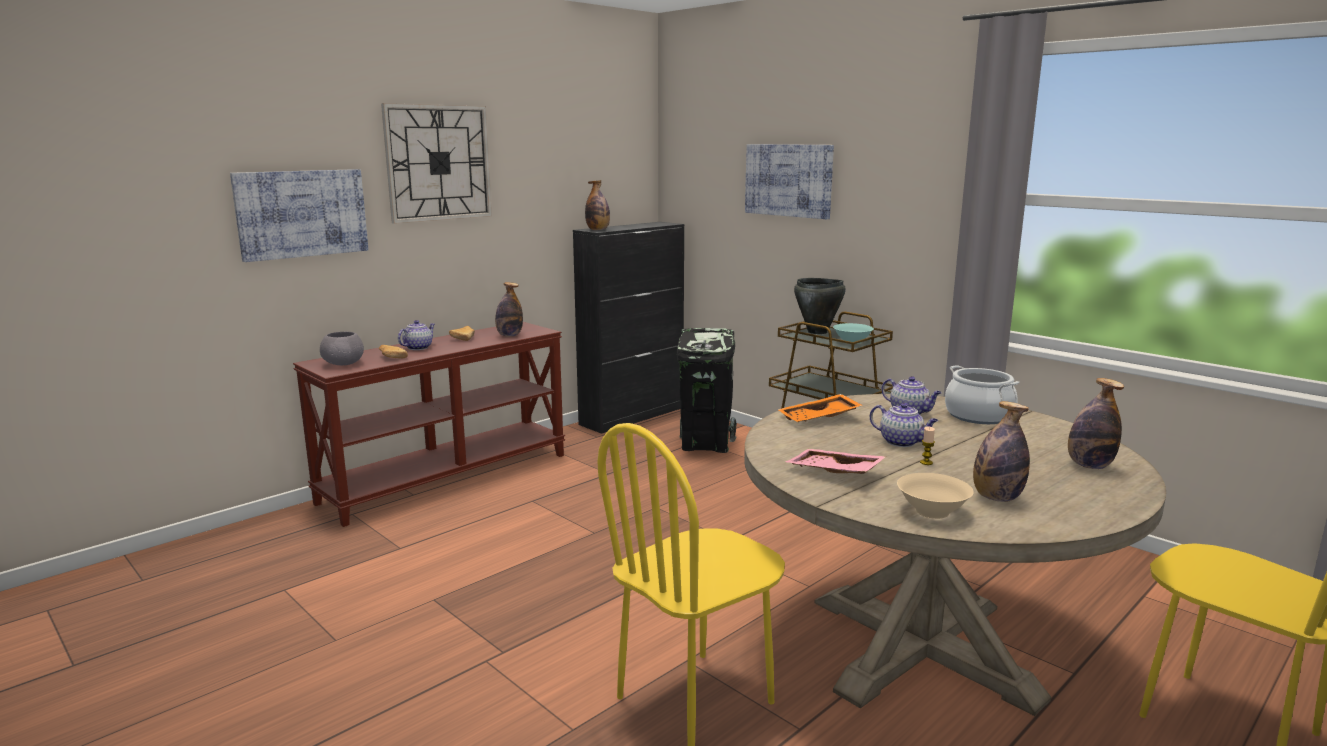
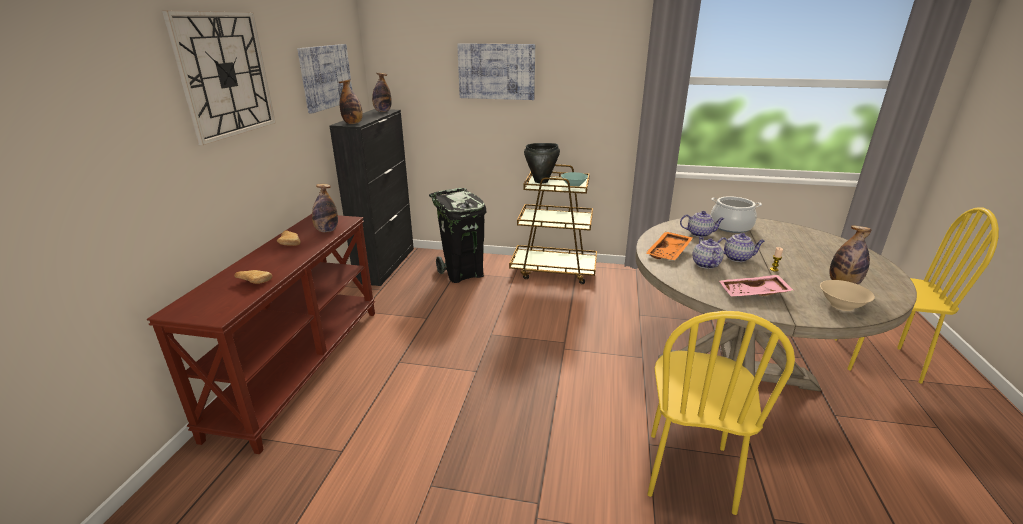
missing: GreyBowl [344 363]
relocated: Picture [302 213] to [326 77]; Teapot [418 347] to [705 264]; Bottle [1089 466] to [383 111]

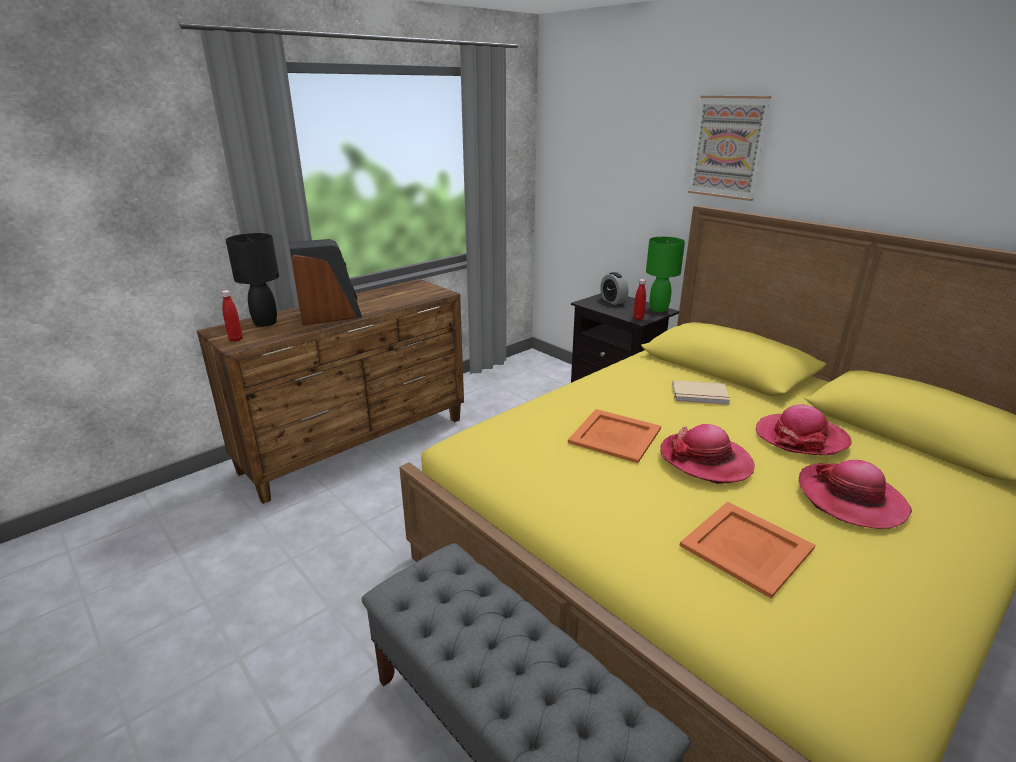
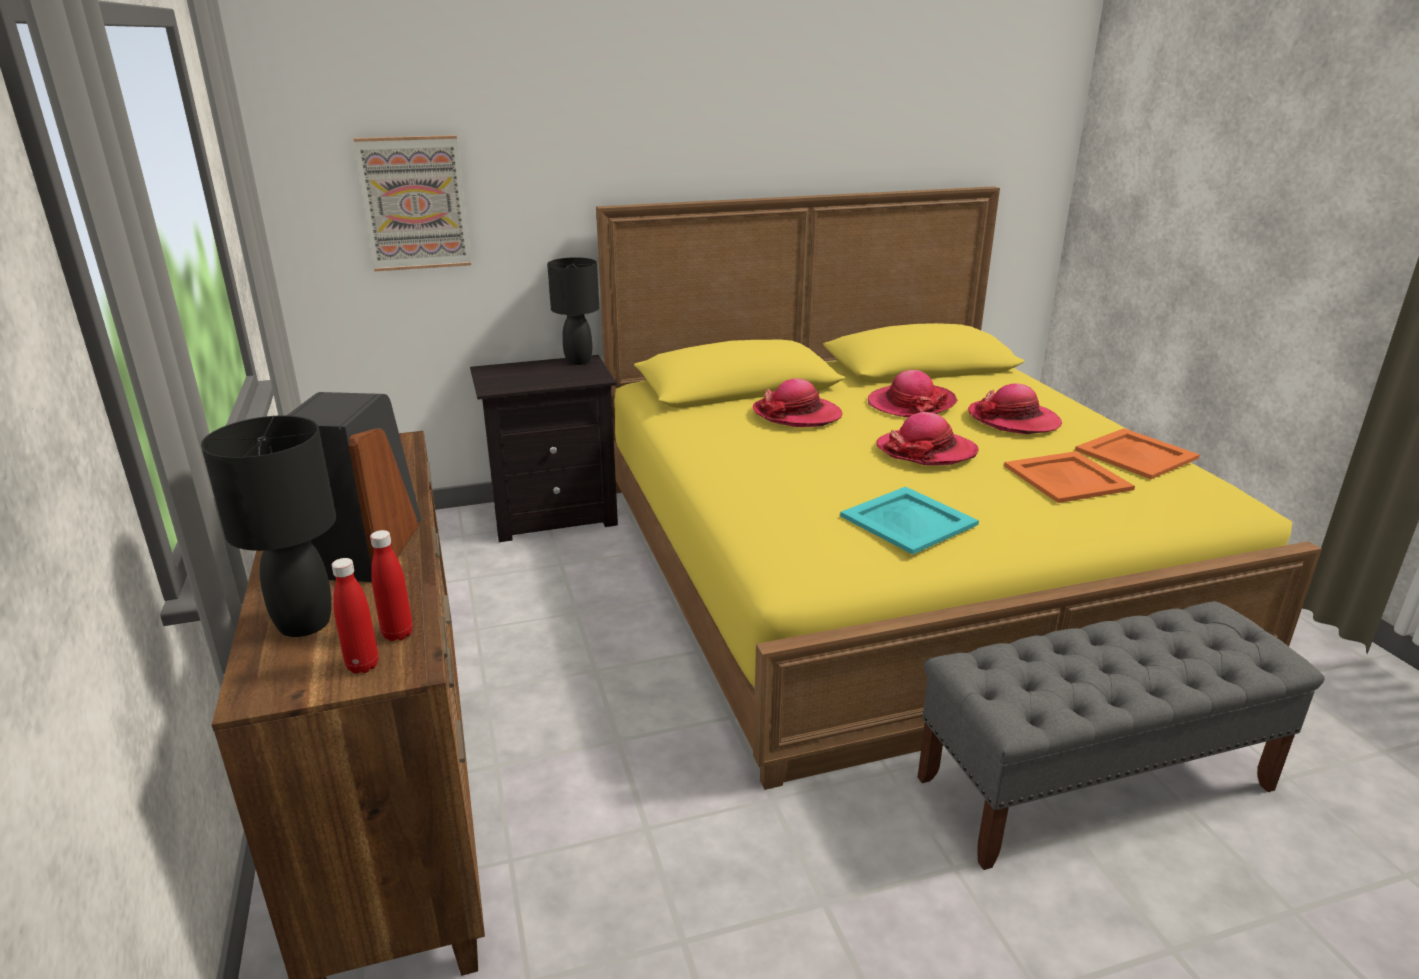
missing: AlarmClock [613 301]
appeared: TurquoiseTray [908 520]
relocated: OrangeTray [614 435] to [1135 454]; RedBottle [638 318] to [397 634]; Picture [727 147] to [414 203]
exchanged: BeigeBook [700 395] to Hat [797 414]
colour: GreenTableLamp [658 309] to BlackTableLamp [578 361]

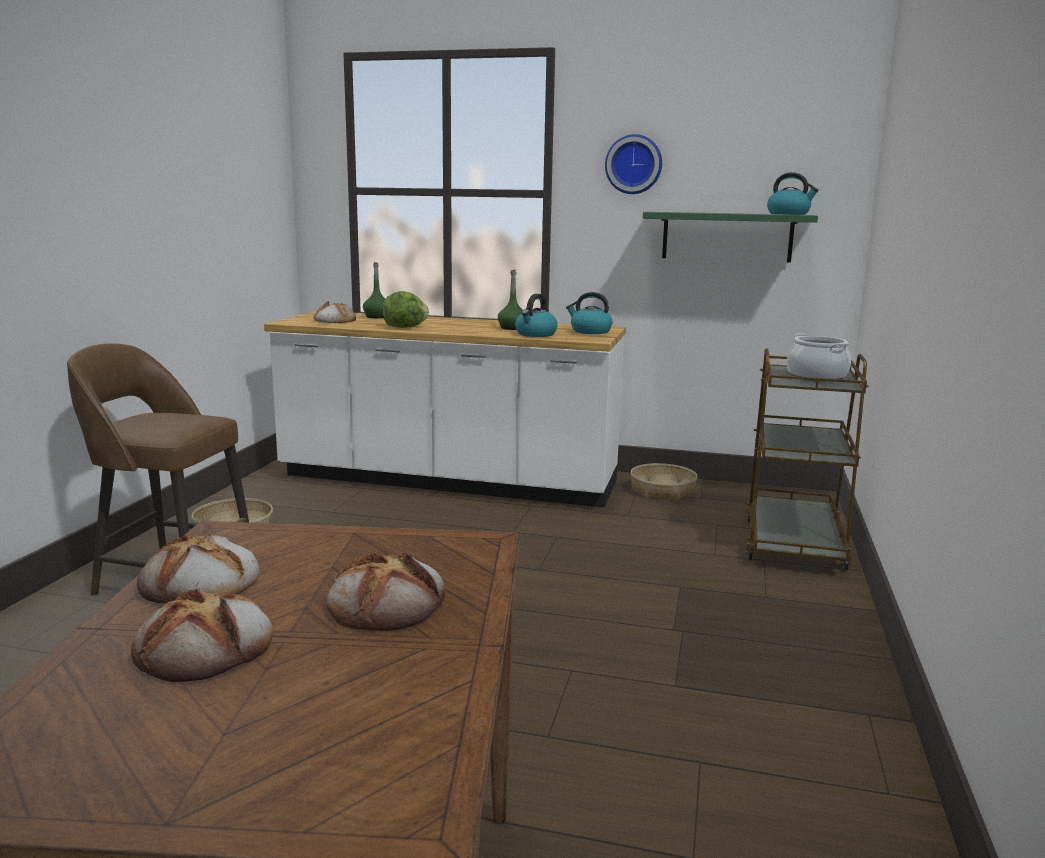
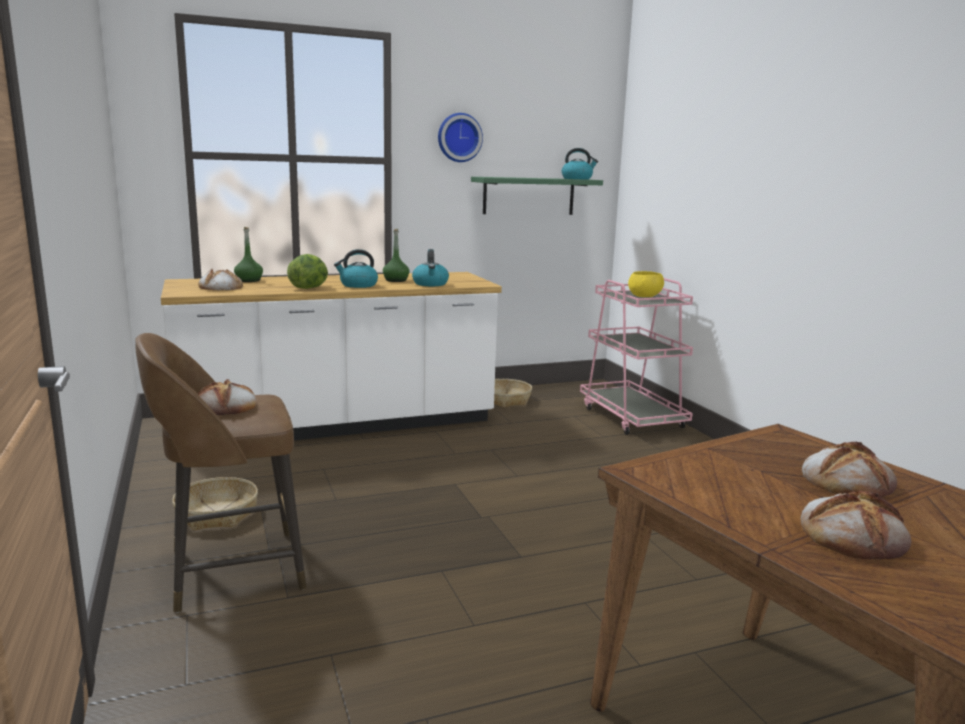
relocated: Bread [200 584] to [227 407]; Kettle [590 331] to [358 285]
exchanged: CookingPot [816 377] to YellowBowl [645 297]
colour: BrownCart [793 542] to PinkCart [632 417]

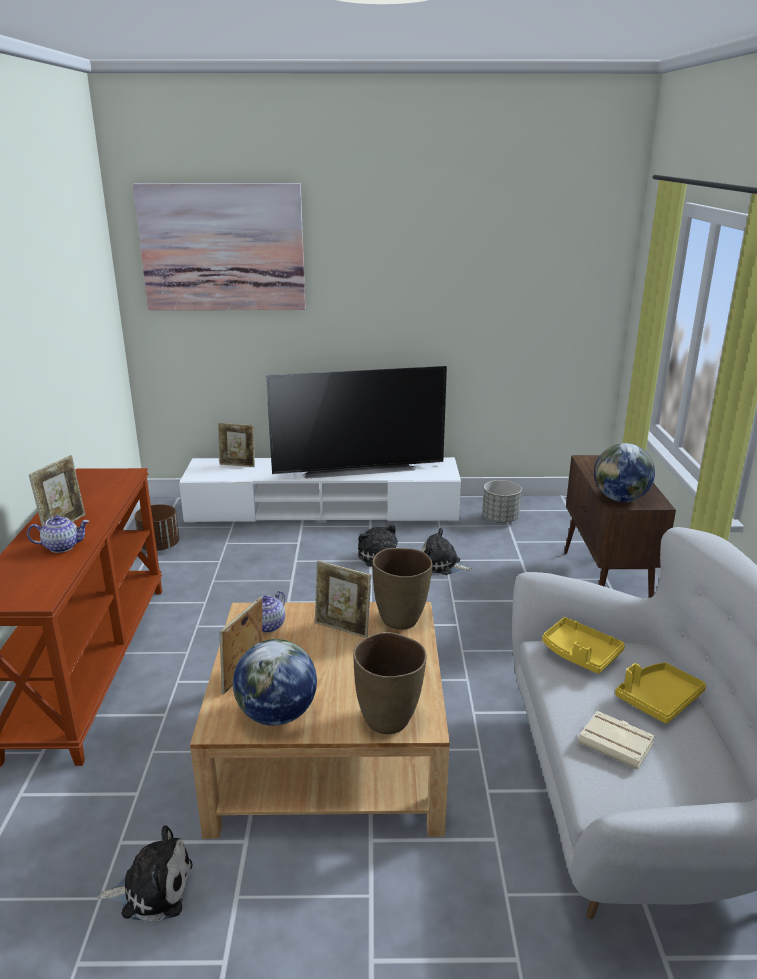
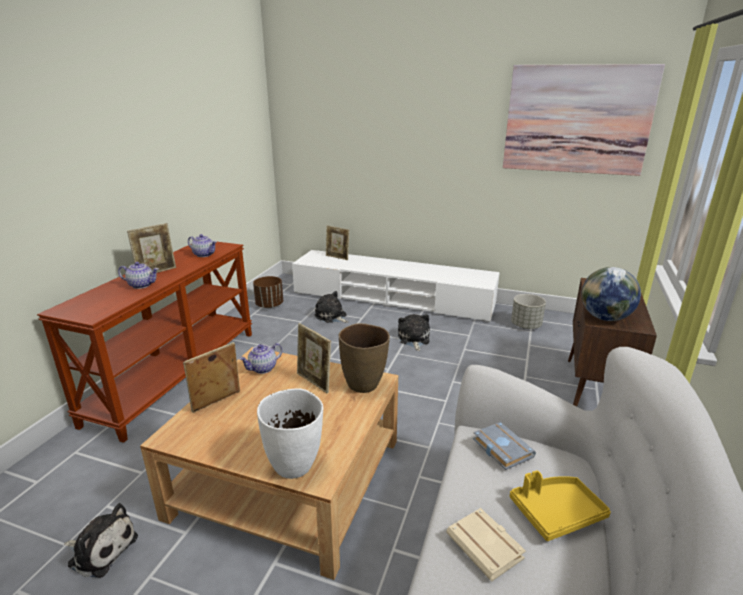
missing: Globe [276 715]; Television [358 468]
appeared: Teapot [204 254]
relocated: Picture [222 248] to [576 120]; PlushToy [442 565] to [331 316]
exchanged: YellowTray [580 654] to GreyBook [500 448]
colour: BrownVase [389 720] to WhiteVase [295 465]

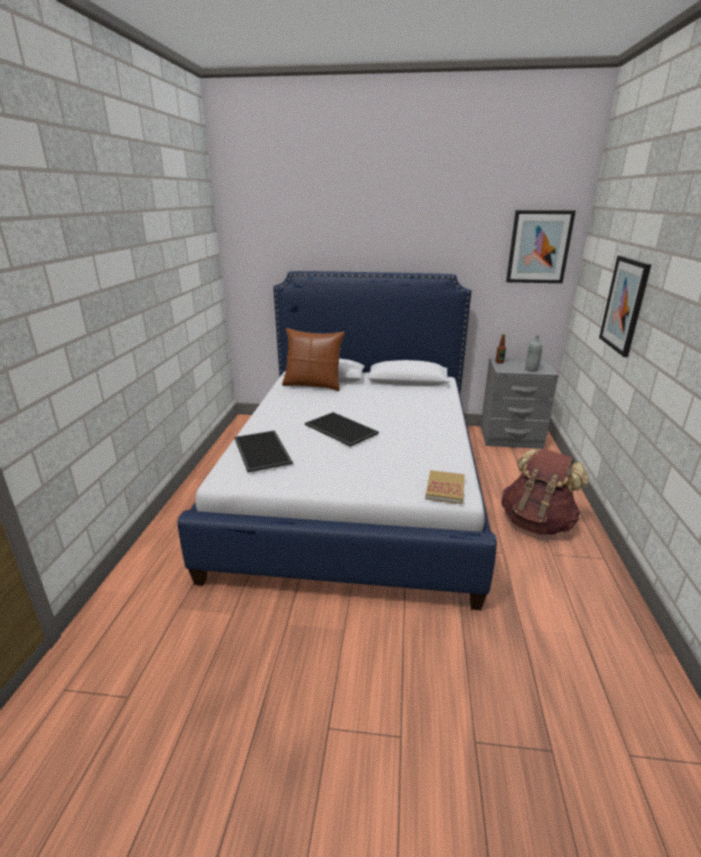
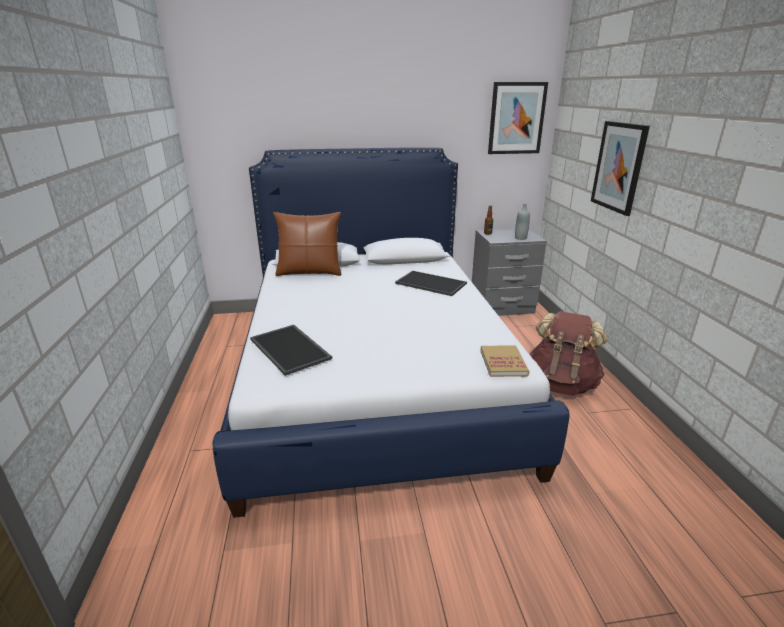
relocated: Tray [339 429] to [430 283]

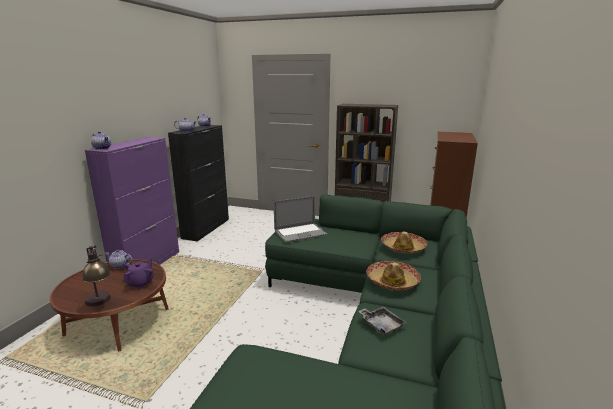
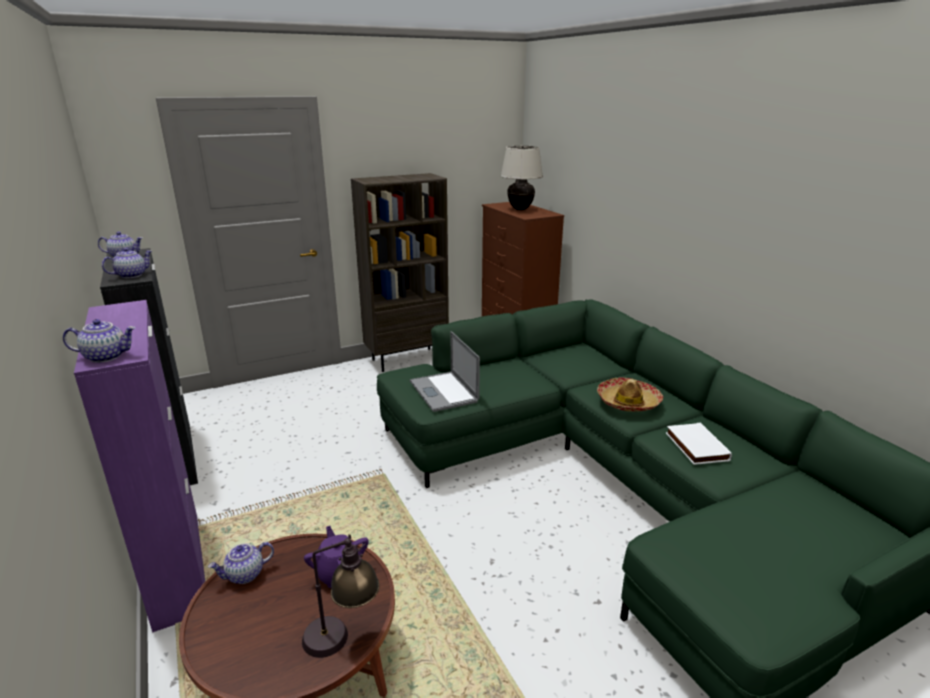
missing: Hat [403 247]
appeared: BeigeTableLamp [520 209]
exchanged: GreyTray [381 325] to WhiteBook [695 446]
spun: Laptop [300 233] = [443 391] 135 degrees clockwise

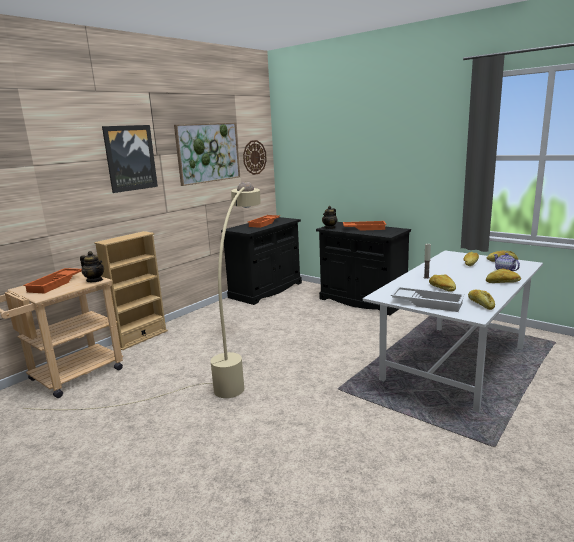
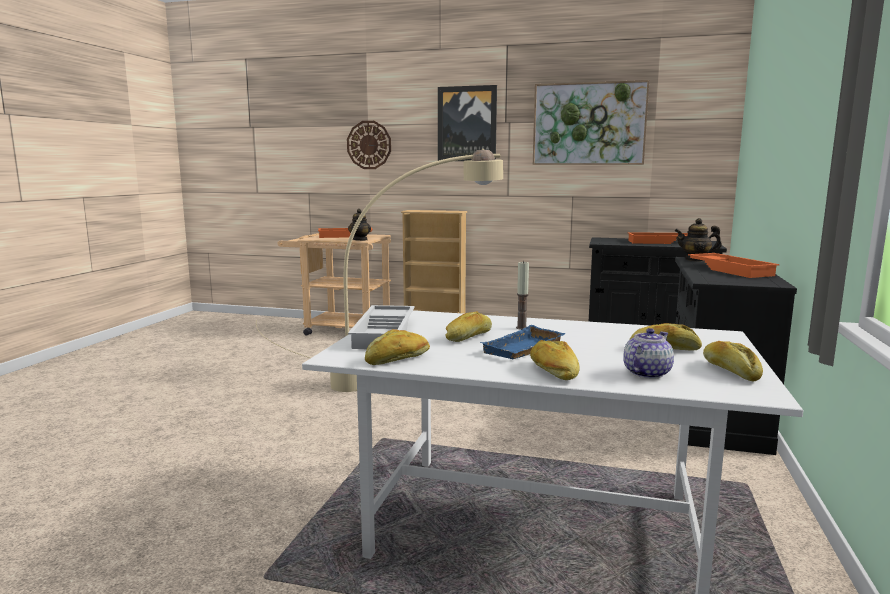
appeared: BlueTray [524 350]
relocated: WallClock [254 157] to [369 145]

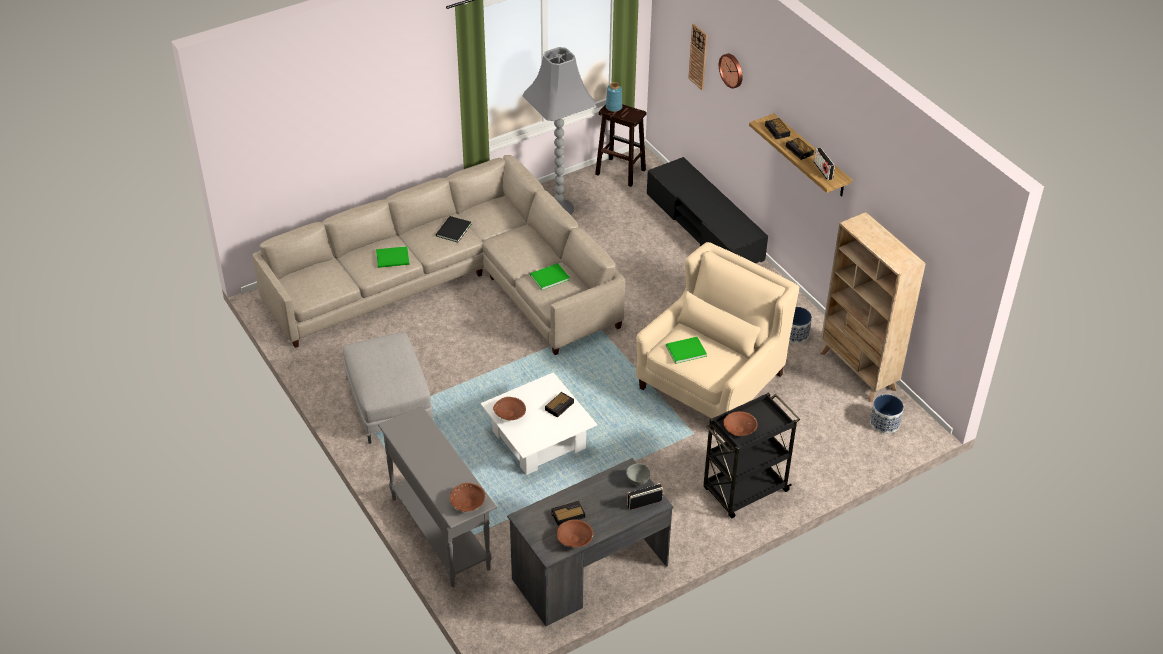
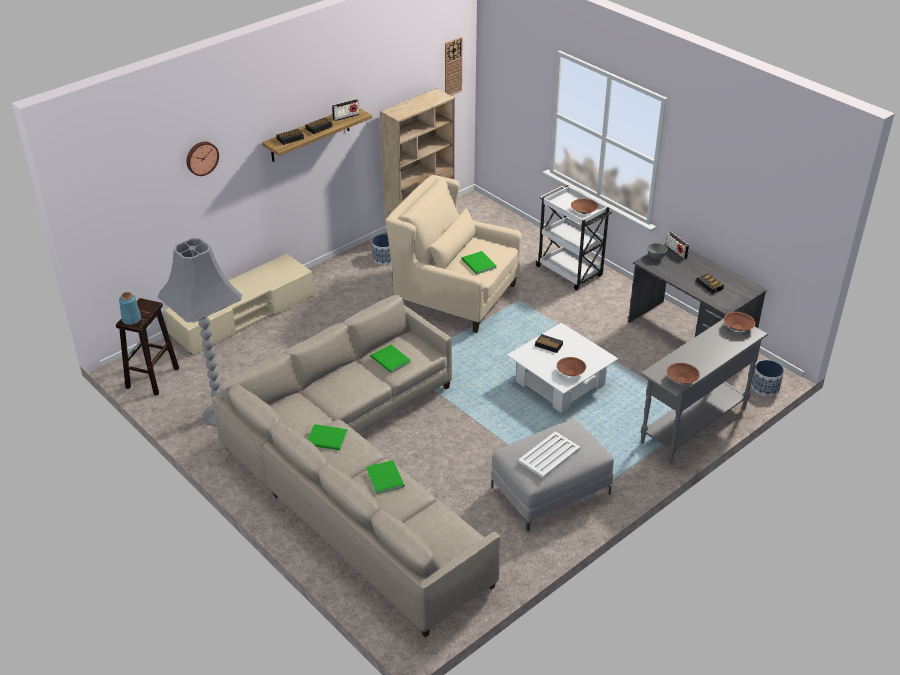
appeared: WhiteTray [549 455]
relocated: BrownBowl [575 539] to [681 379]; WallClock [698 56] to [453 67]; Planter [884 423] to [765 387]
colour: BlackBook [452 230] to GreenBook [327 439]; BlackTvStand [704 227] to BeigeTvStand [243 316]; BlackCart [744 491] to WhiteCart [570 272]

